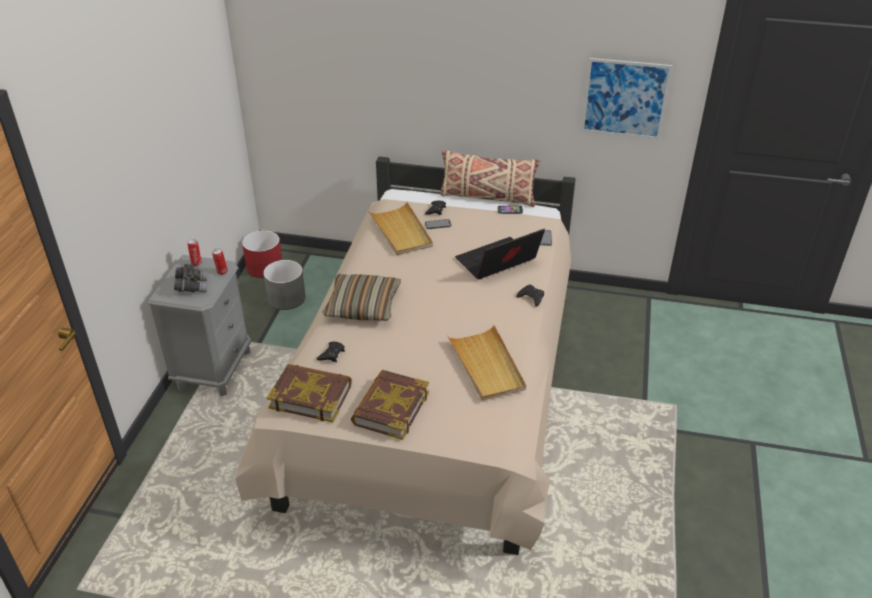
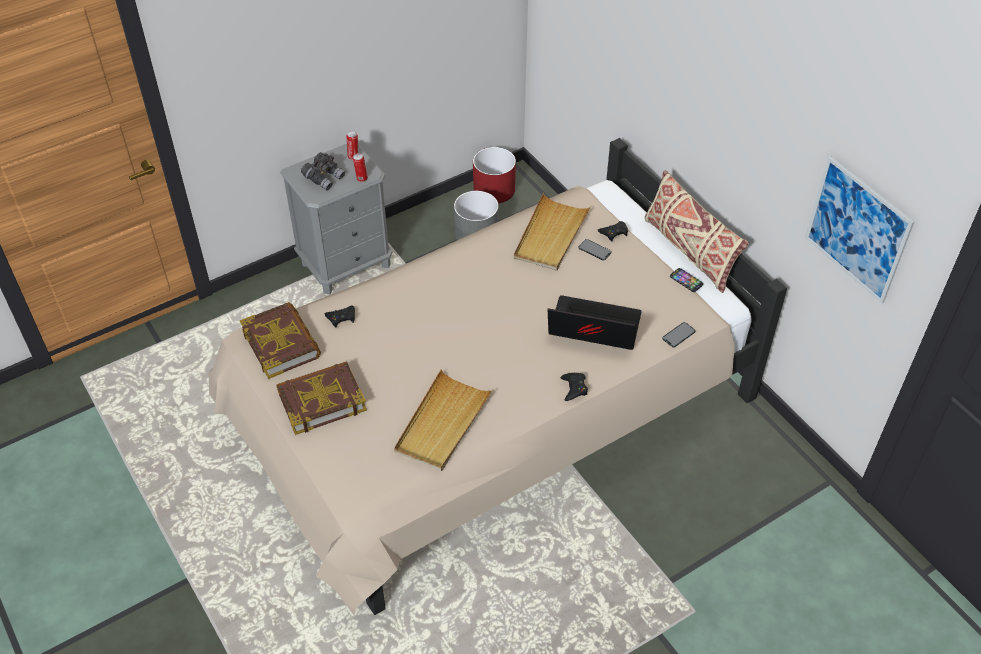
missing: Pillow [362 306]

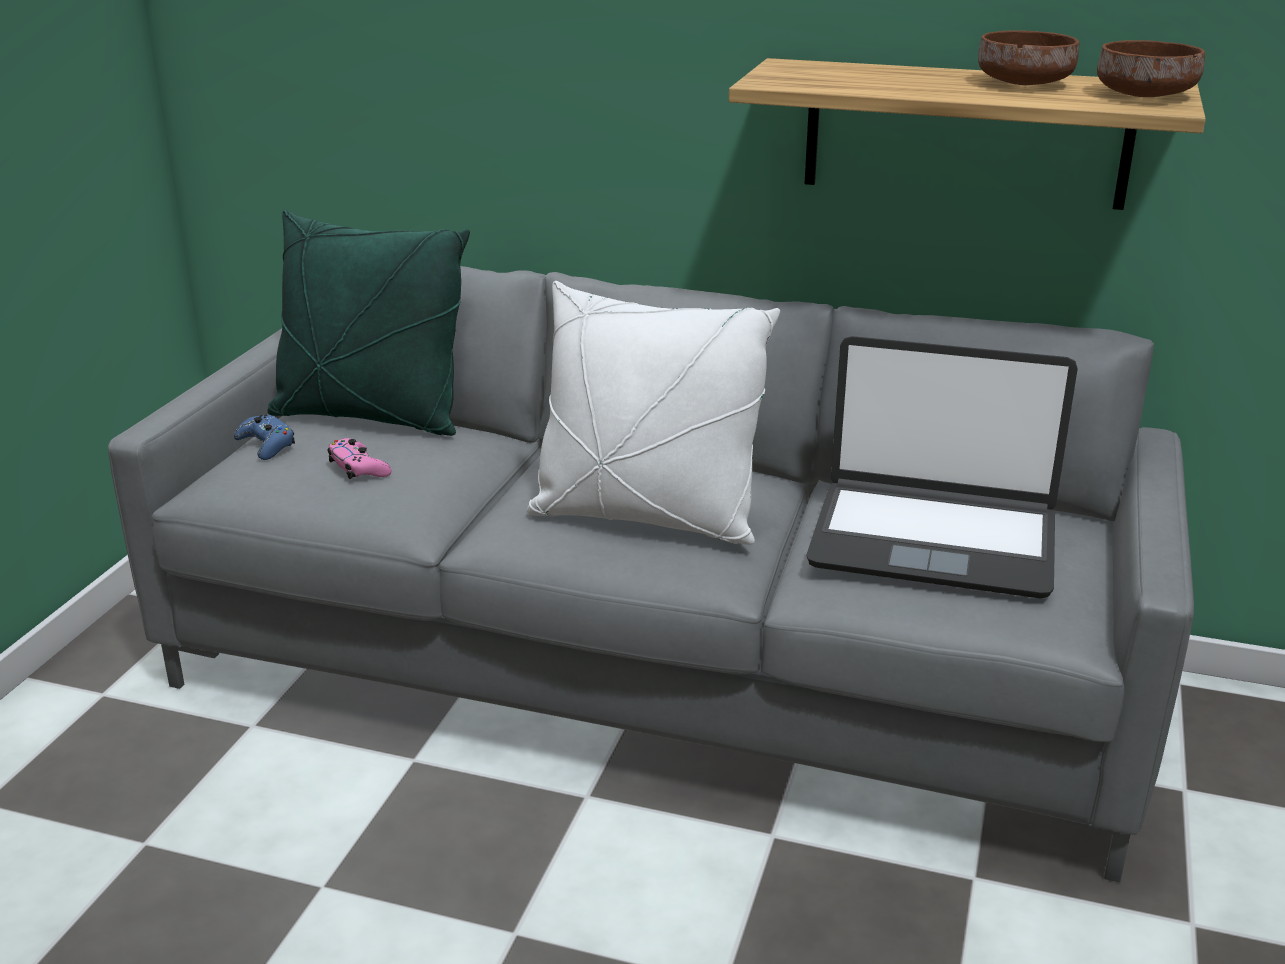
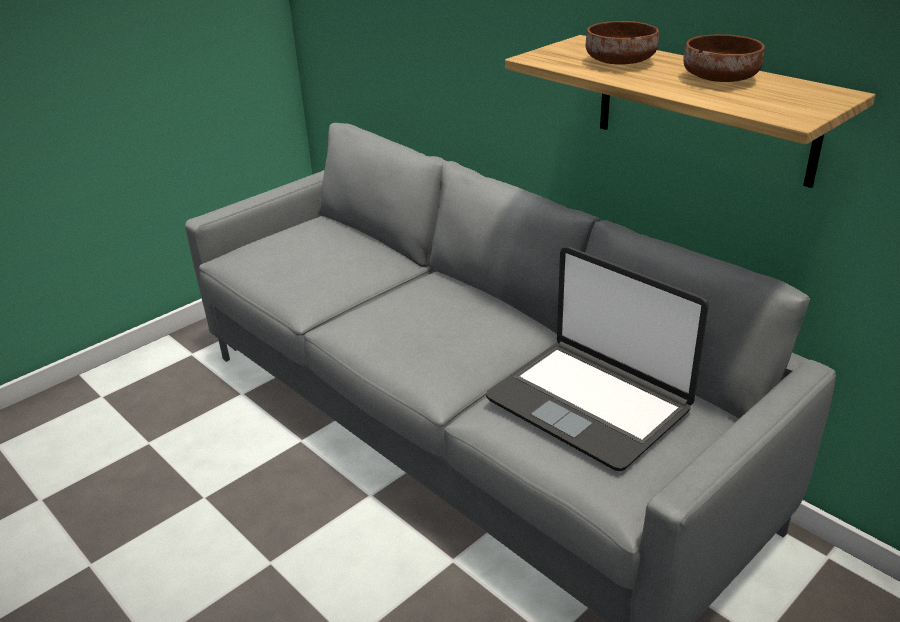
missing: BlueGameController [266 445]; GreenPillow [371 417]; PinkGameController [358 468]; WhitePillow [646 518]
relocated: BrownBowl [1144 95] to [620 62]

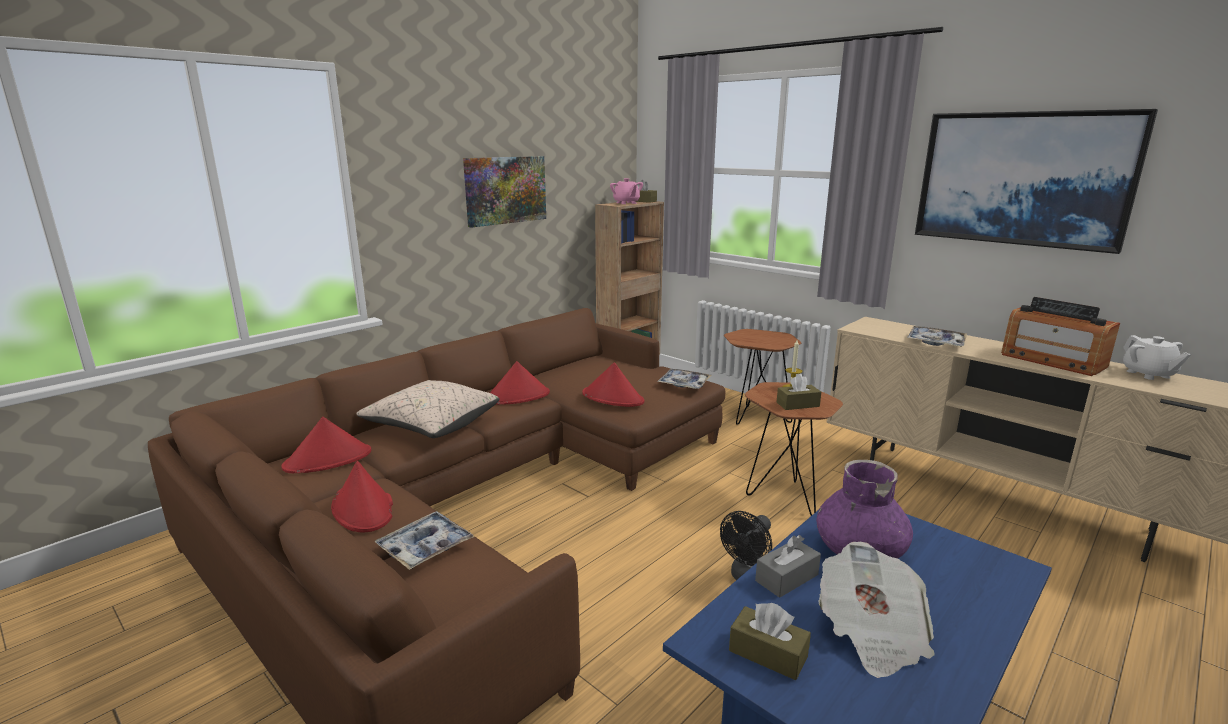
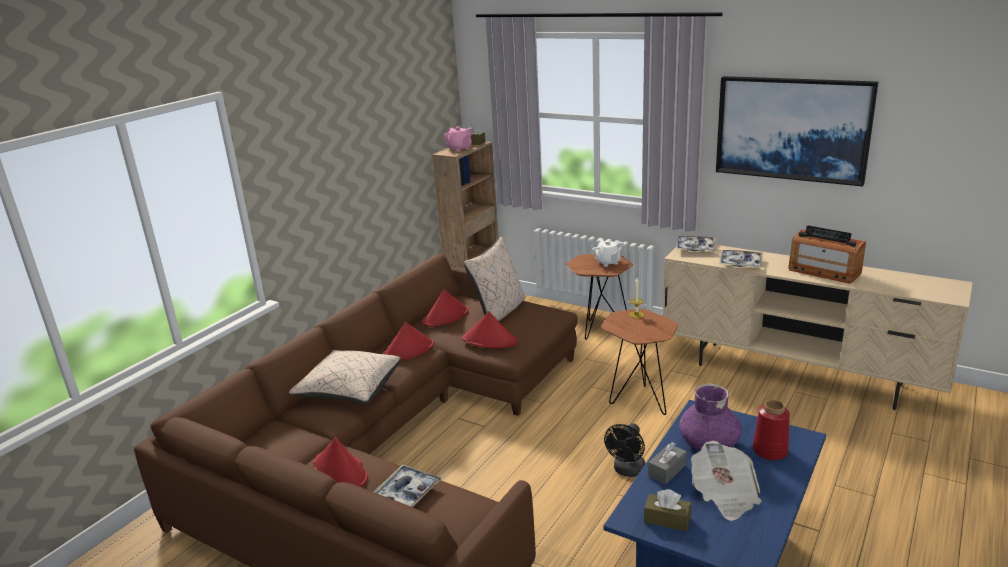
missing: Picture [505 190]; BrownTissueBox [797 404]
appeared: BeigePillow [499 312]; RedVase [769 451]
relocated: RedHat [328 460] to [446 317]; Tray [684 384] to [695 248]; WhiteTeapot [1148 374] to [607 262]

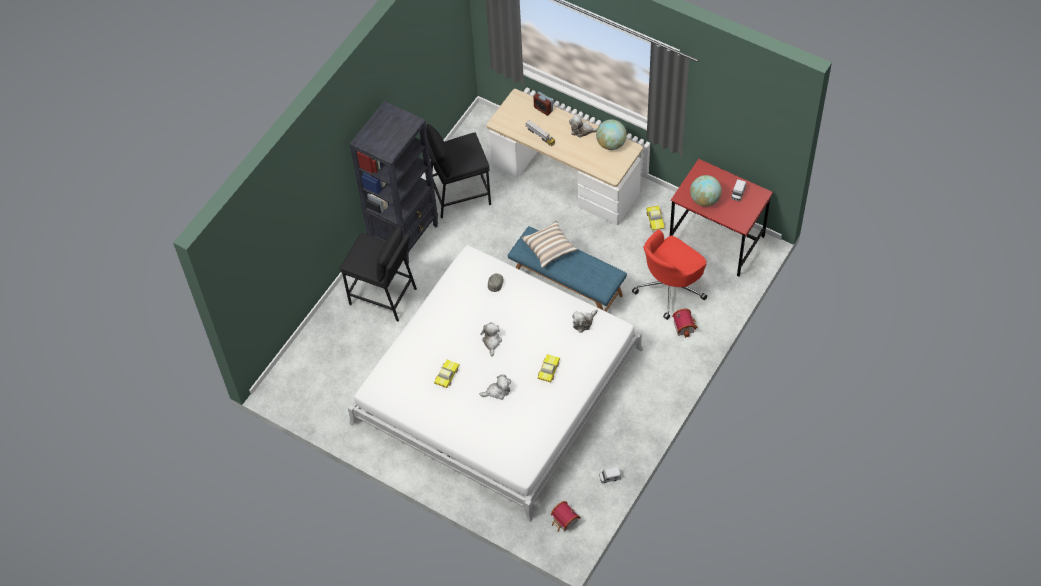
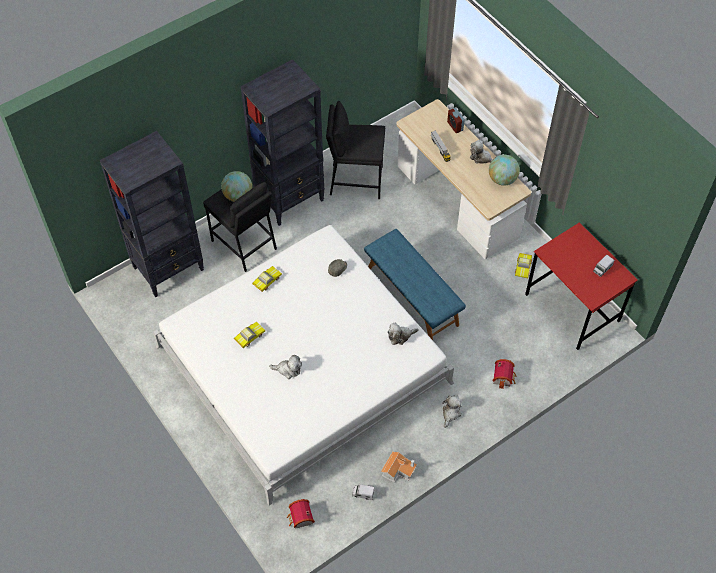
missing: Pillow [549 249]; RedOfficeChair [670 288]
appeared: BlackBookcase [169 268]; ToyHouse [398 470]
relocated: PlushToy [492 341] to [450 413]; ToyCar [548 370] to [266 280]; Globe [705 200] to [238 196]

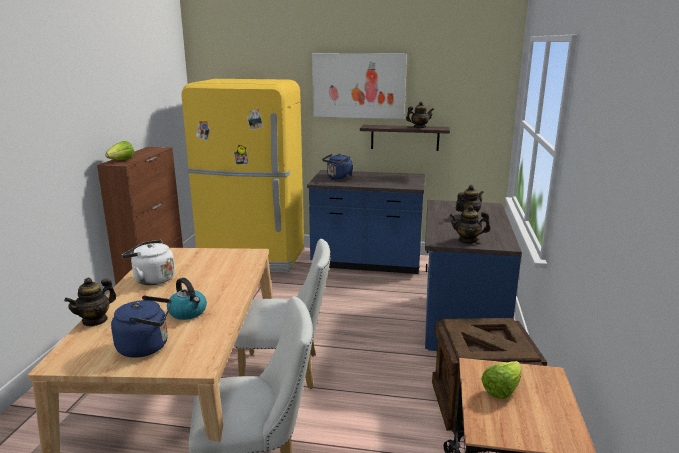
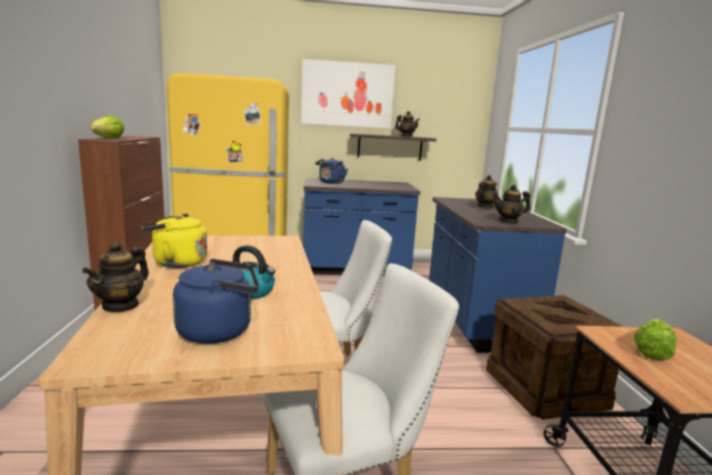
colour: WhiteKettle [152 279] to YellowKettle [176 263]

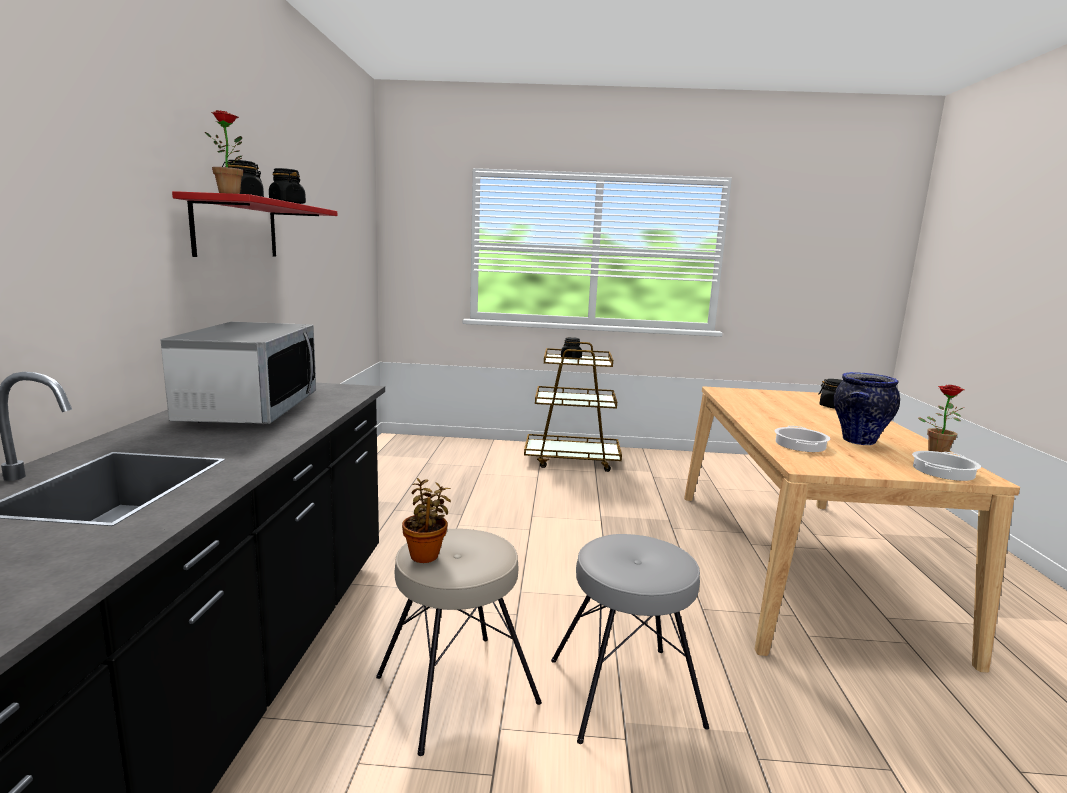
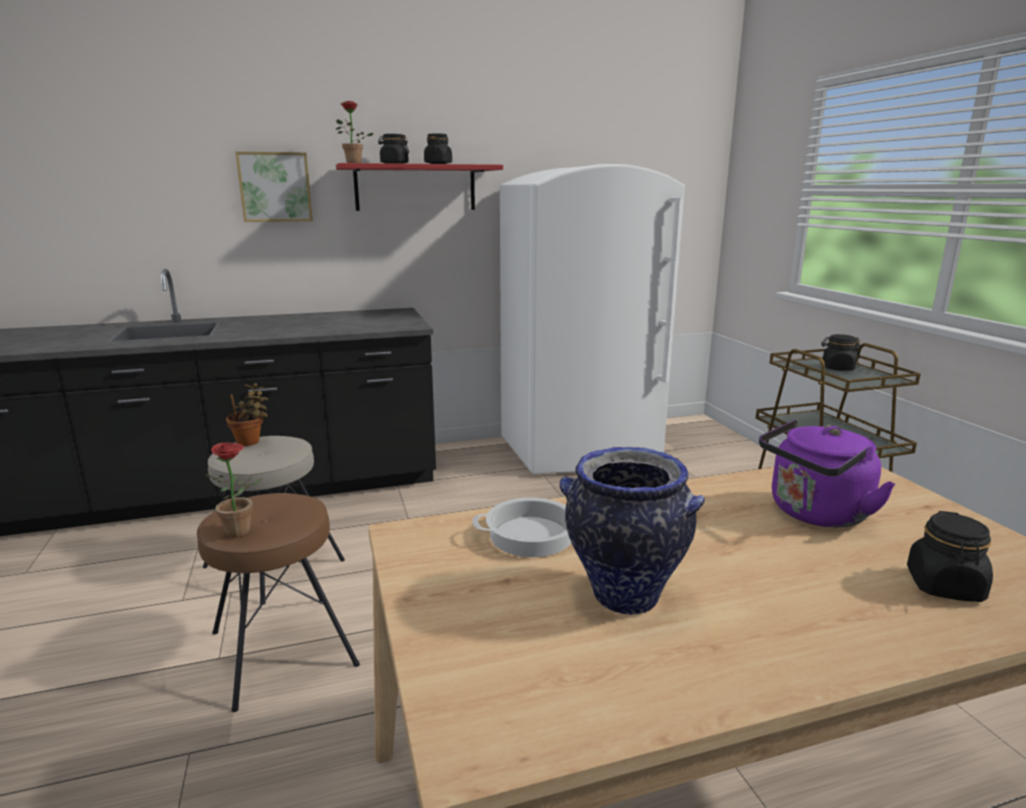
missing: Microwave [250 409]; CookingPot [942 471]
appeared: Picture [275 187]; WhiteFridge [580 449]; PurpleKettle [815 514]
relocated: PottedPlant [936 451] to [243 531]
colour: GreyStool [625 693] to BrownStool [281 649]

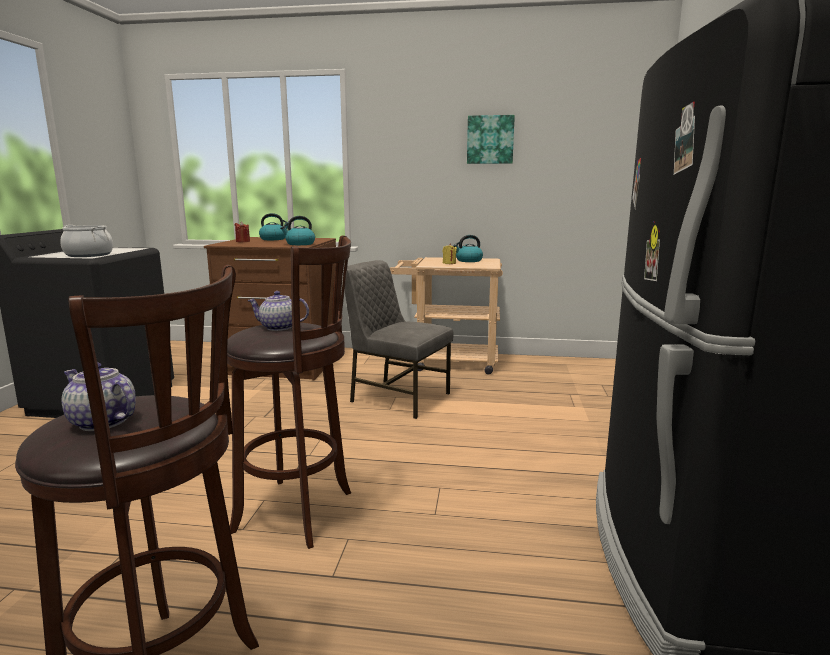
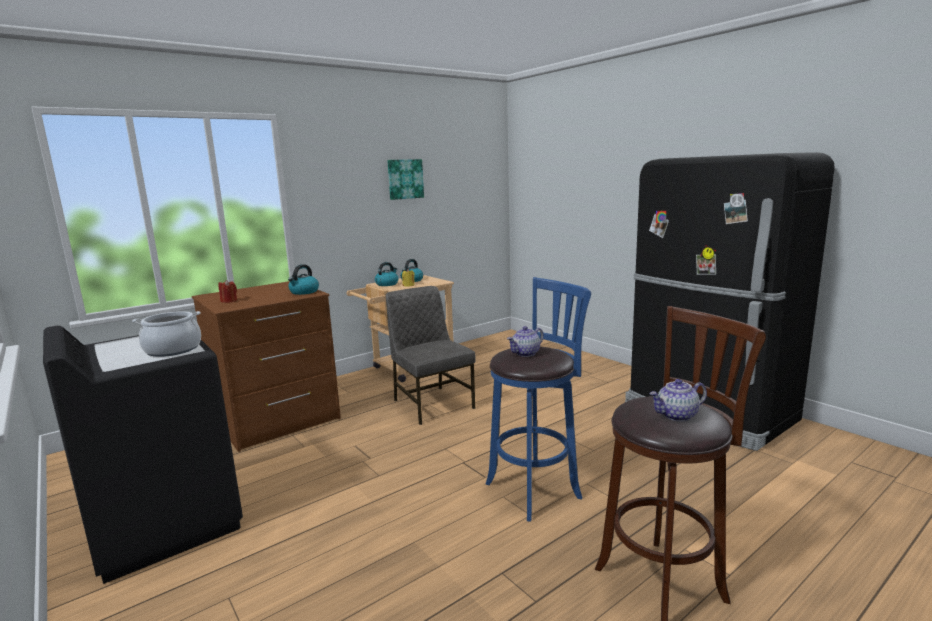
relocated: Kettle [274 239] to [387 284]
colour: BrownStool [300 512] to BlueStool [536 489]
spun: GreyChair [398 397] = [432 404] 75 degrees clockwise

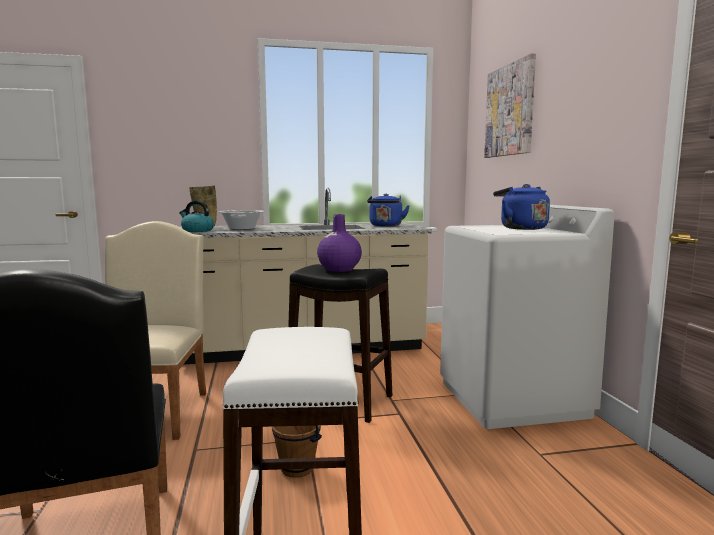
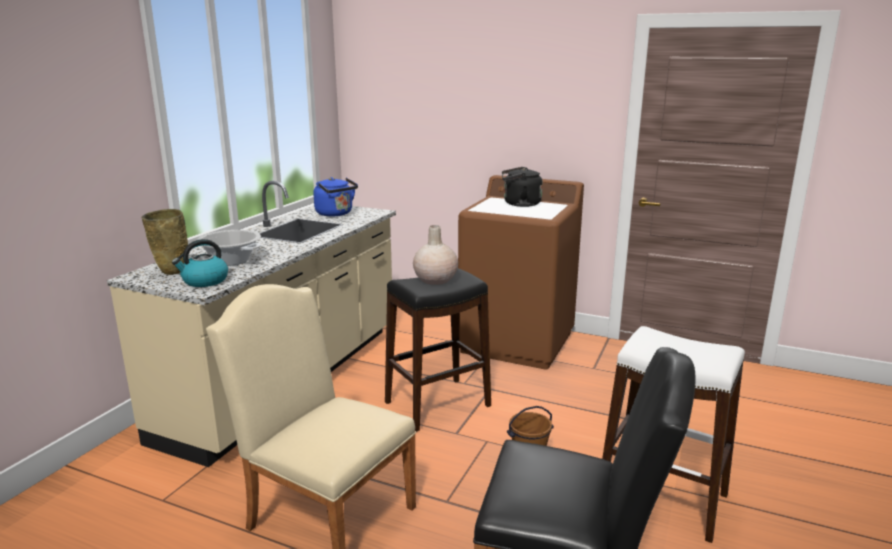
missing: Picture [510 110]
colour: PurpleVase [339 269] to BeigeVase [435 280]; WhiteWashingMachine [513 399] to BrownWashingMachine [517 342]; BlueKettle [520 228] to BlackKettle [519 204]

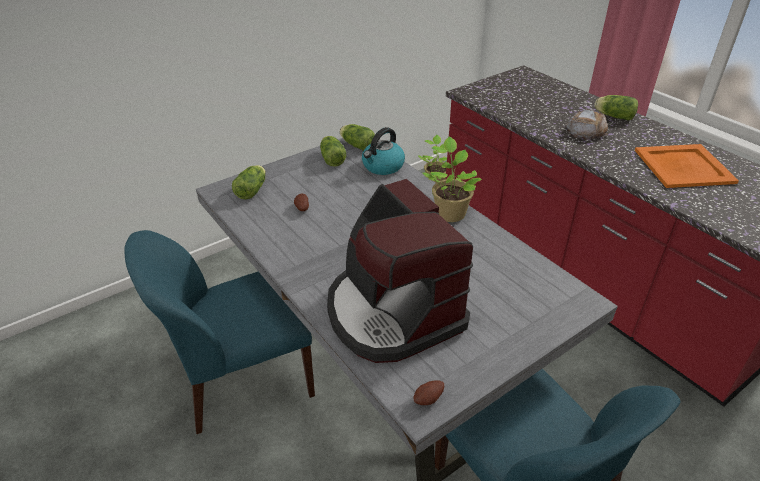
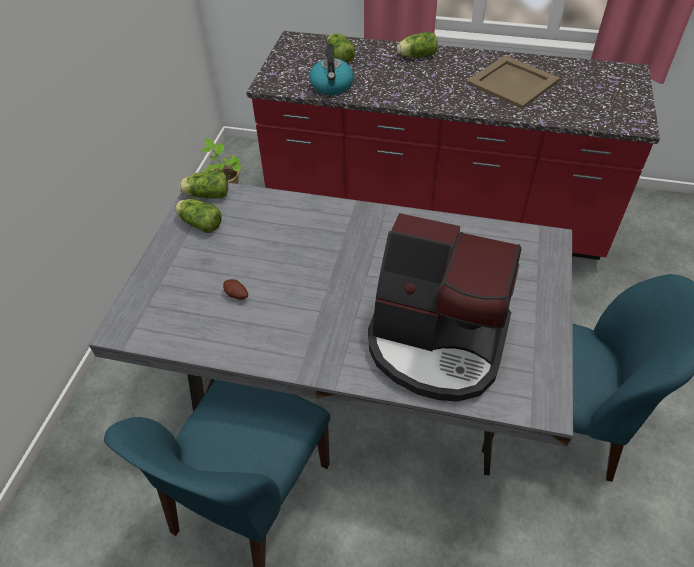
missing: Potato [429 399]; PottedPlant [450 212]; Bread [586 130]
relocated: Lettuce [253 190] to [339 57]; Kettle [382 166] to [332 86]
colour: OrangeTray [684 166] to BeigeTray [513 82]

